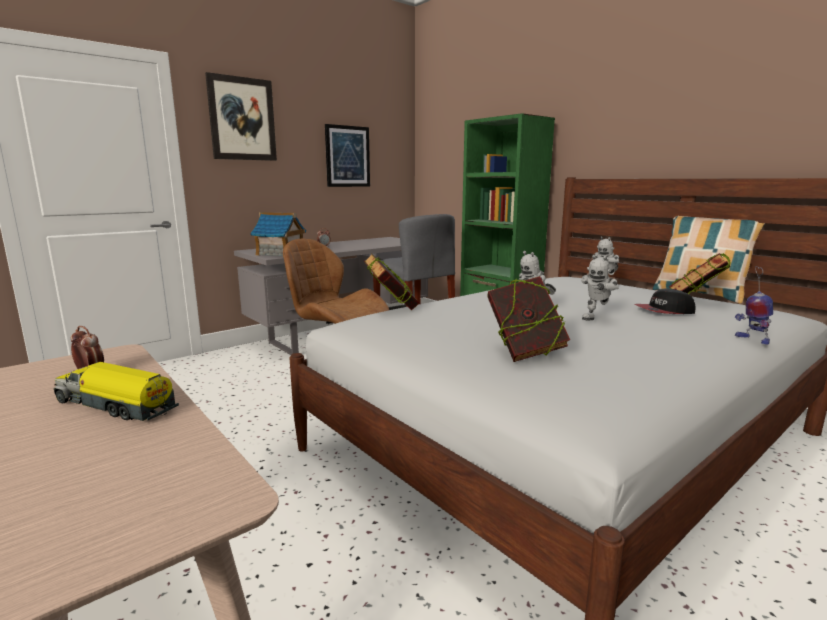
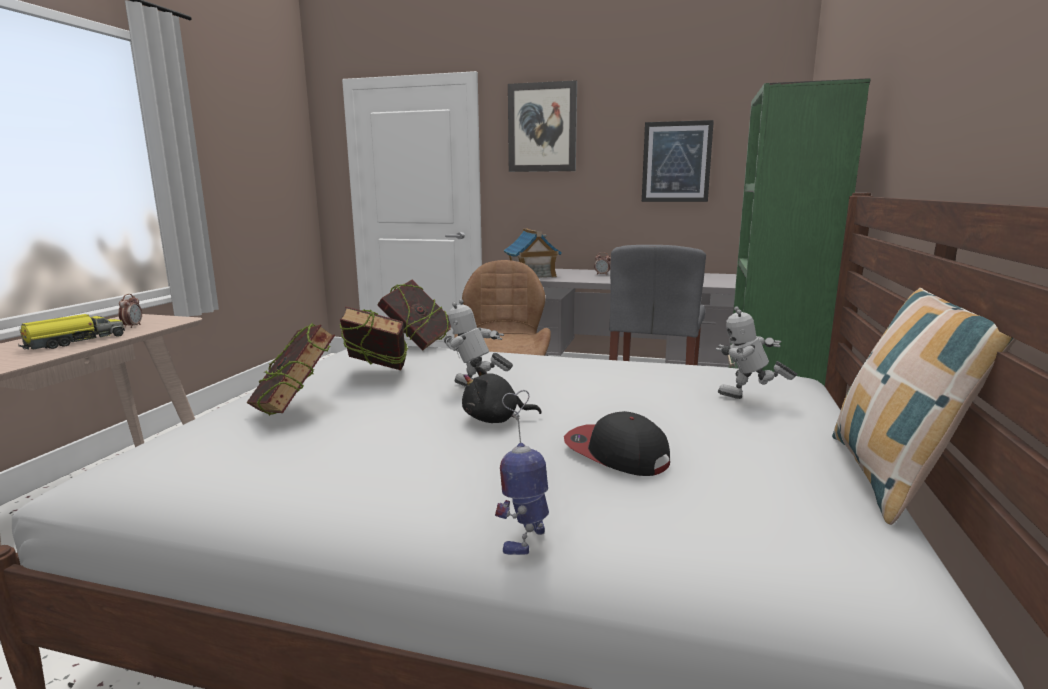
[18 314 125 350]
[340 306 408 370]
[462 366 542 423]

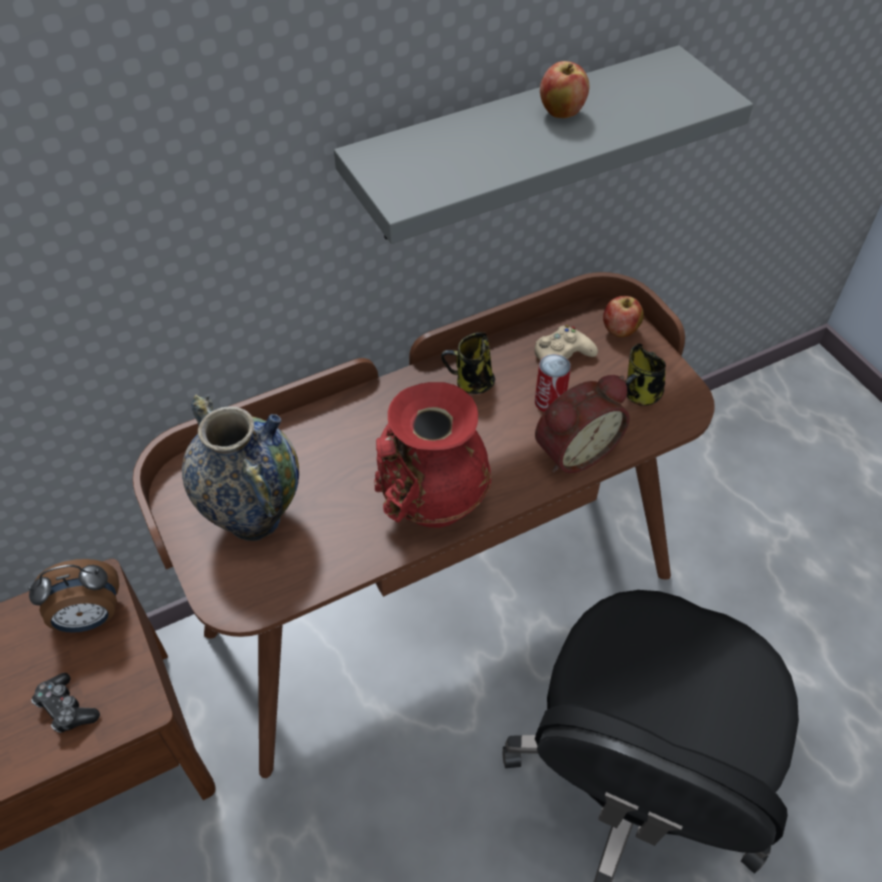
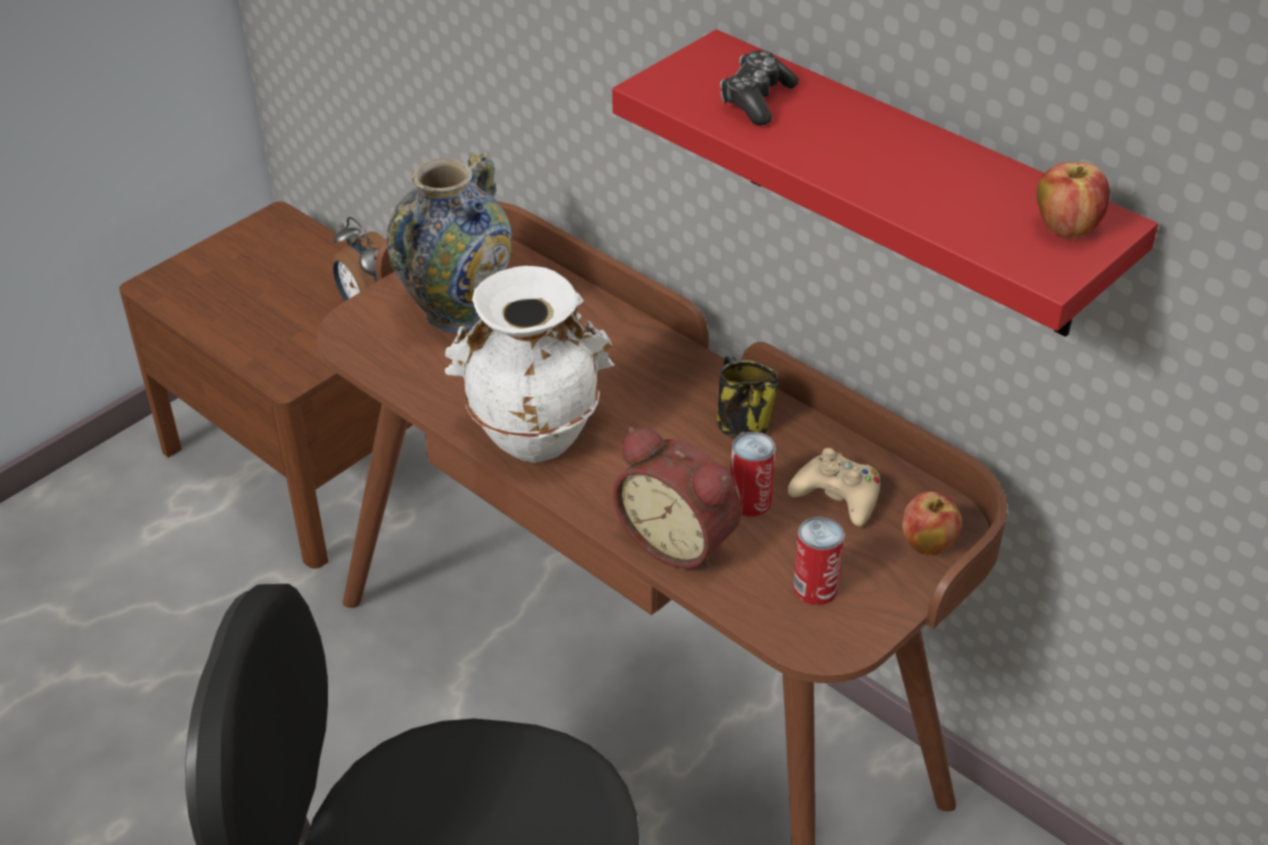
[445 266 615 463]
[612 29 1158 337]
[720 50 799 126]
[793 517 845 605]
[1036 162 1110 238]

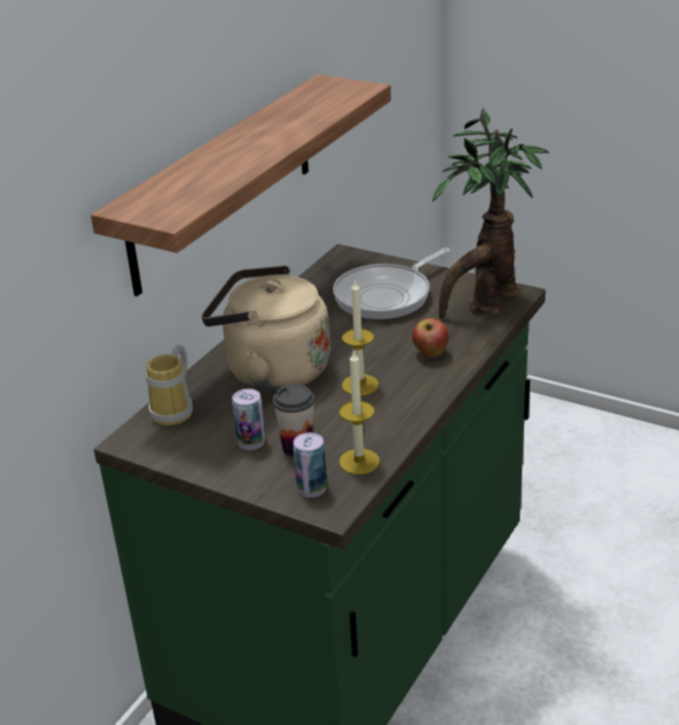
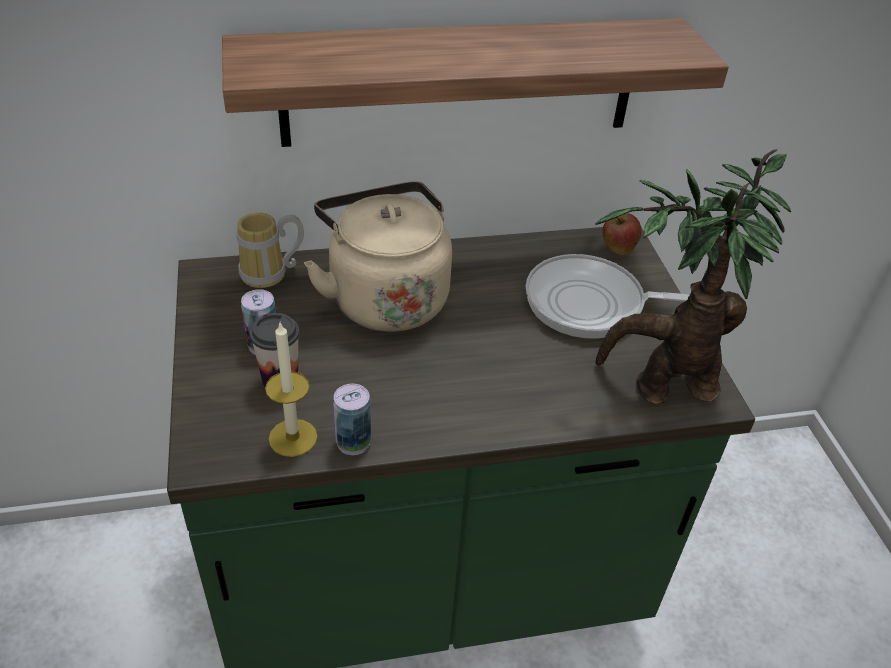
[333 384 371 455]
[602 213 642 255]
[342 281 379 396] (first image)

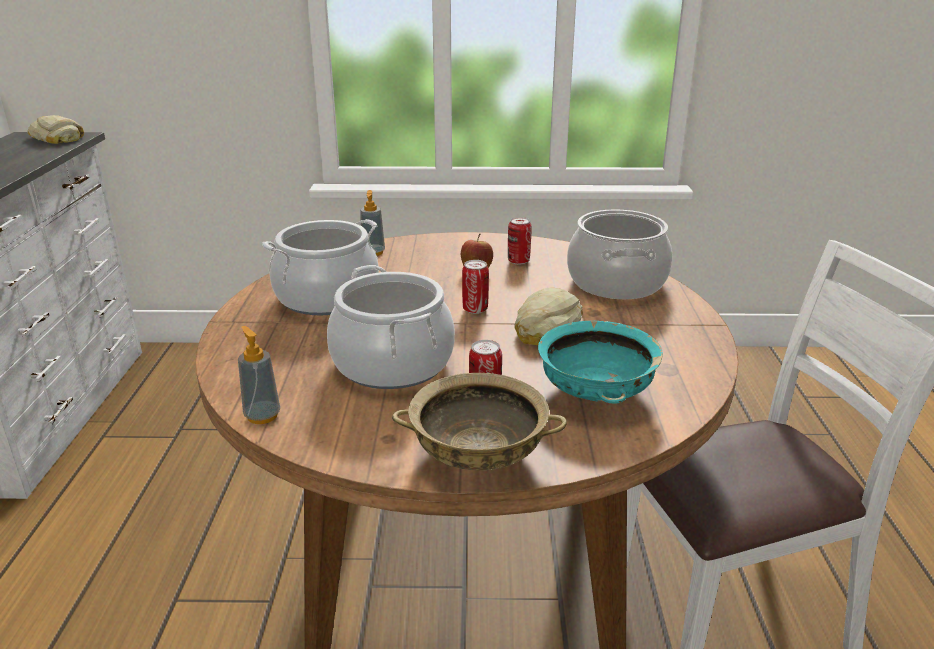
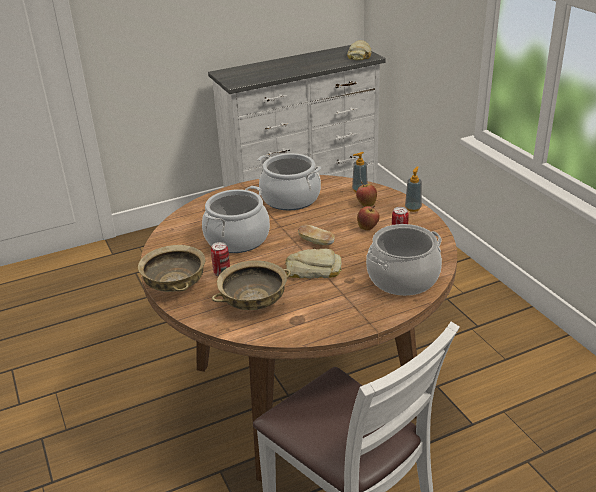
[212 260 291 310]
[298 225 334 245]
[356 182 377 207]
[405 167 422 212]

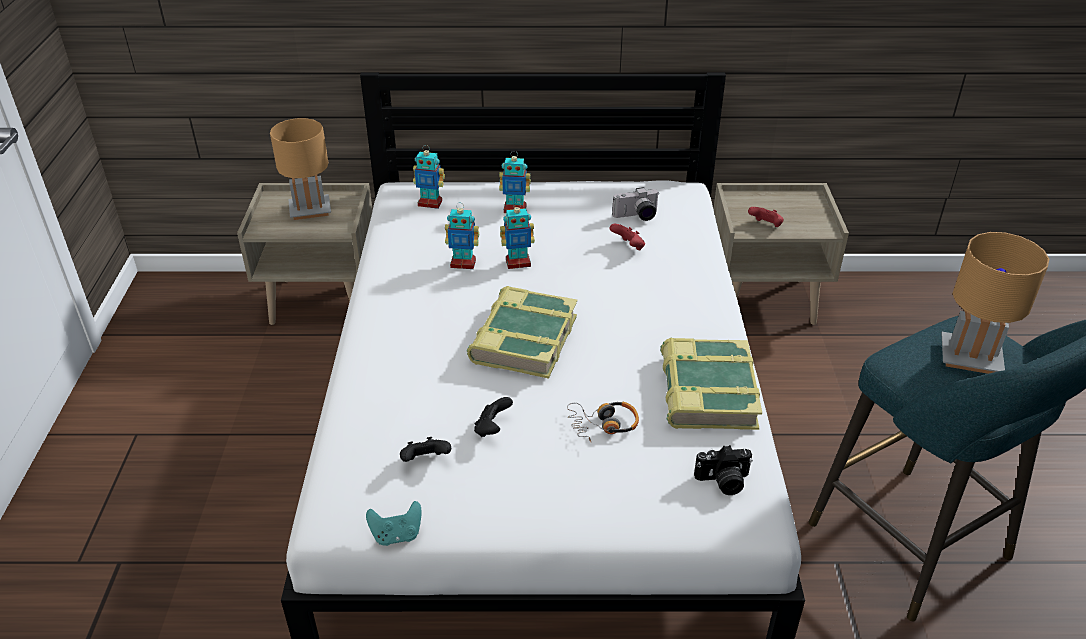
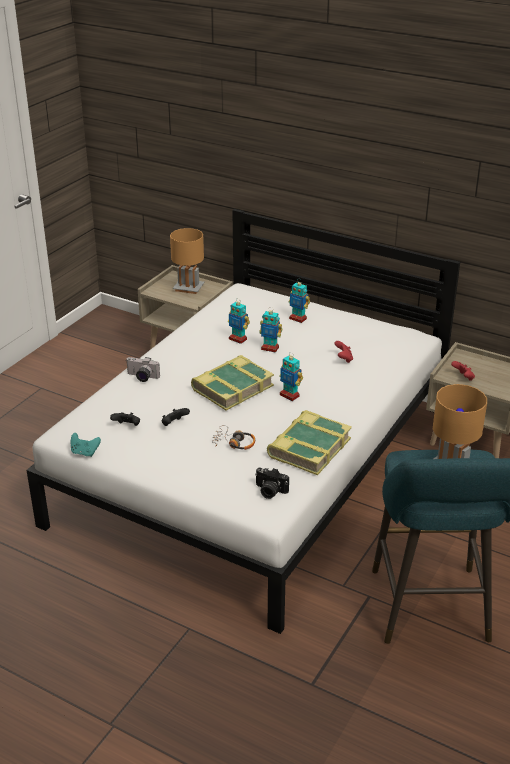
[126 357 160 382]
[279 354 303 401]

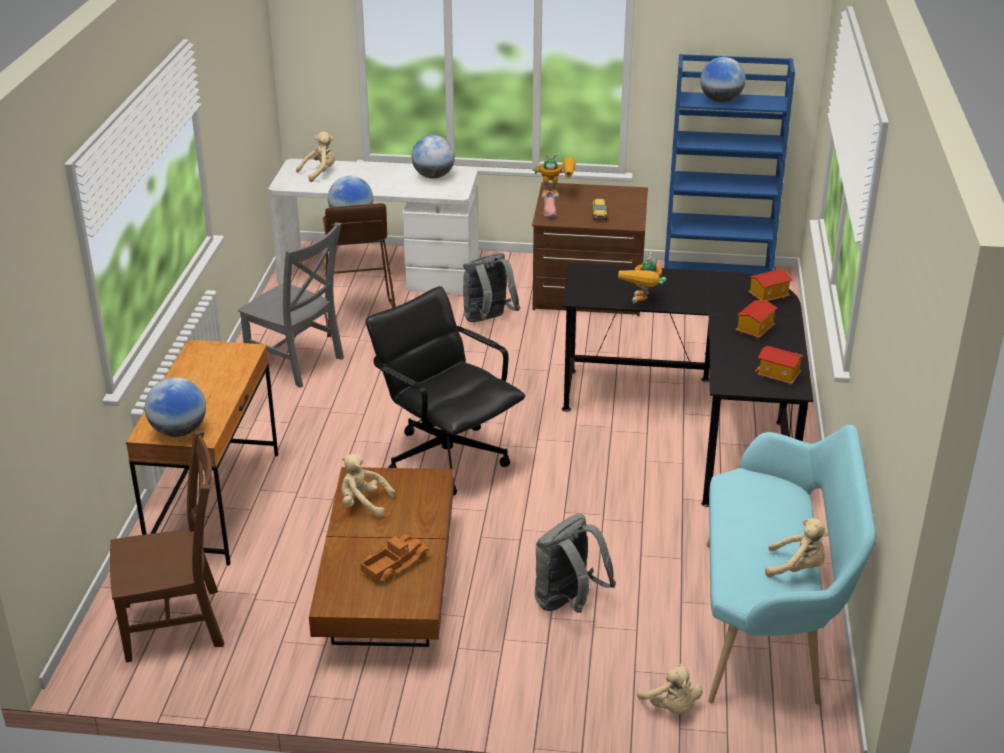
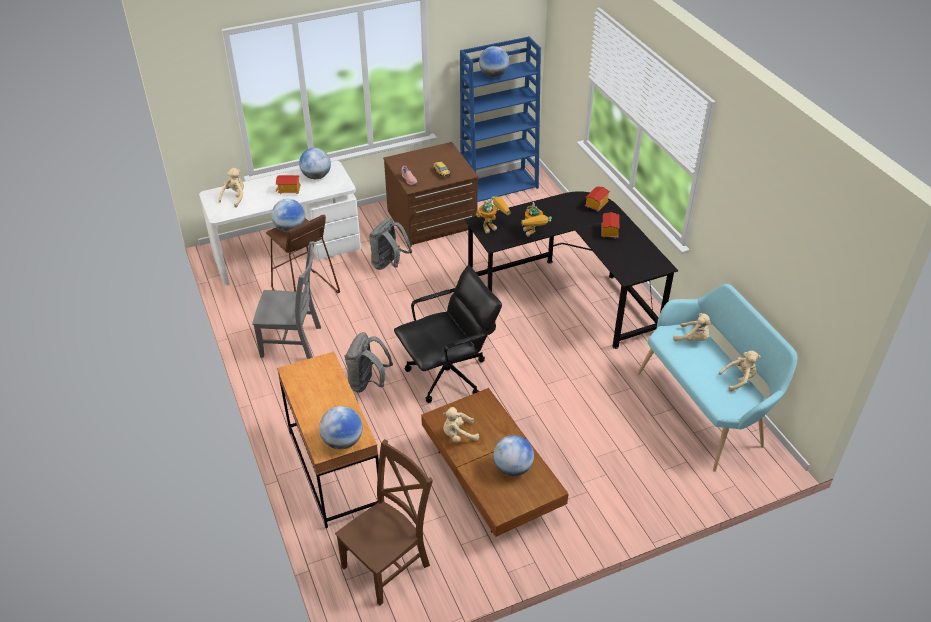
[276 175 301 194]
[344 332 393 393]
[394 265 502 403]
[476 196 511 233]
[493 435 534 476]
[673 313 711 341]

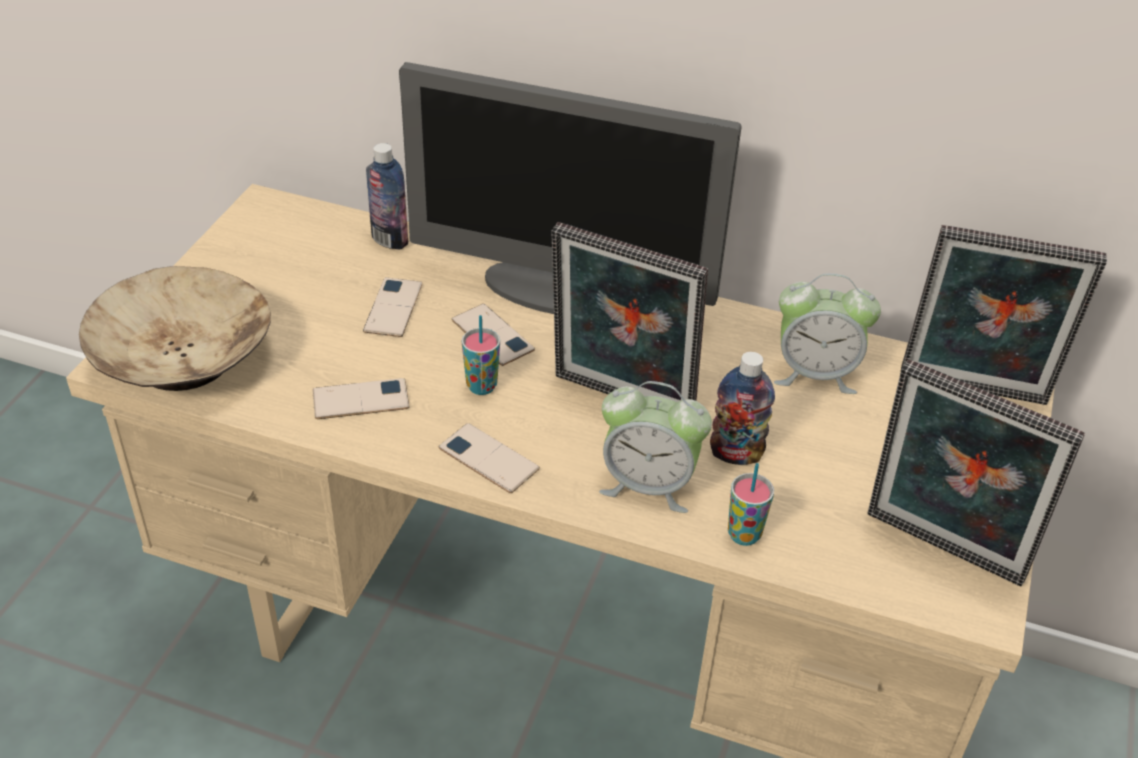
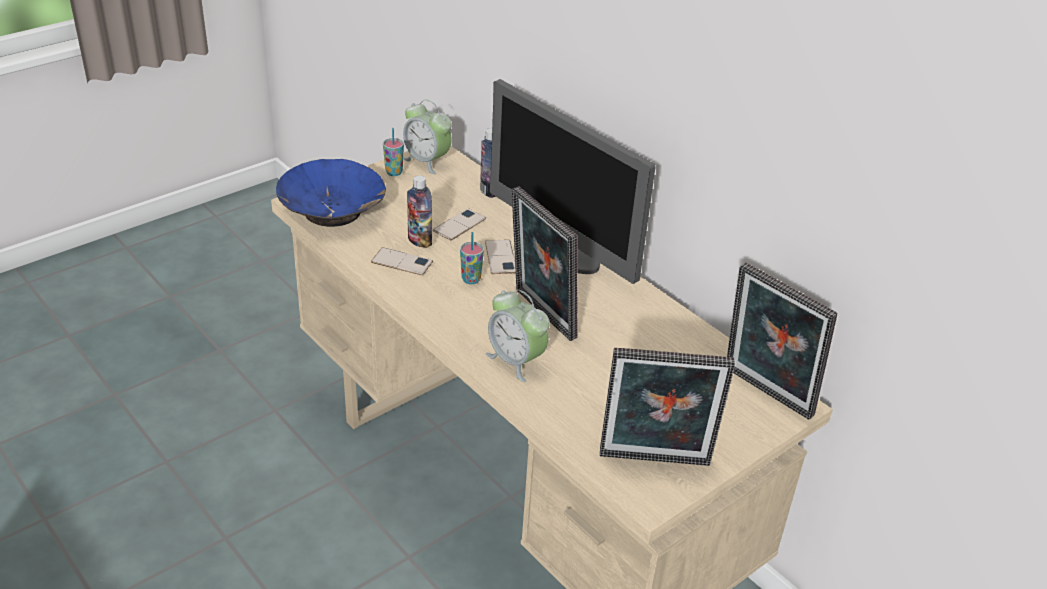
[276 159 386 227]
[383 128 404 176]
[403 100 452 175]
[407 176 432 248]
[600 348 735 466]
[439 423 540 493] (first image)

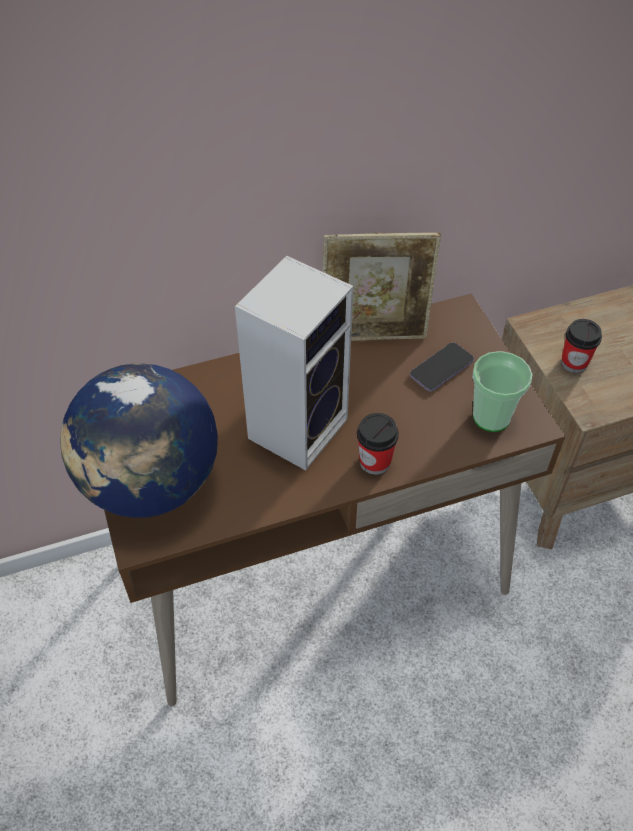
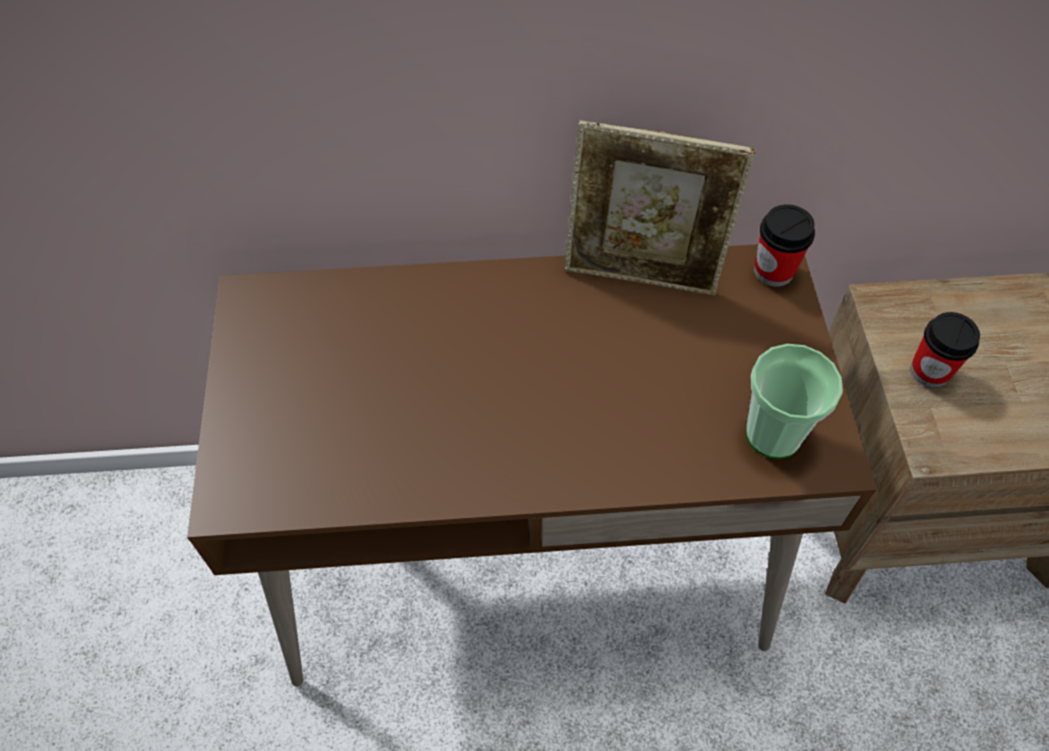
[754 204 815 287]
[60 363 218 518] (first image)
[235 256 353 470] (first image)
[410 343 474 392] (first image)

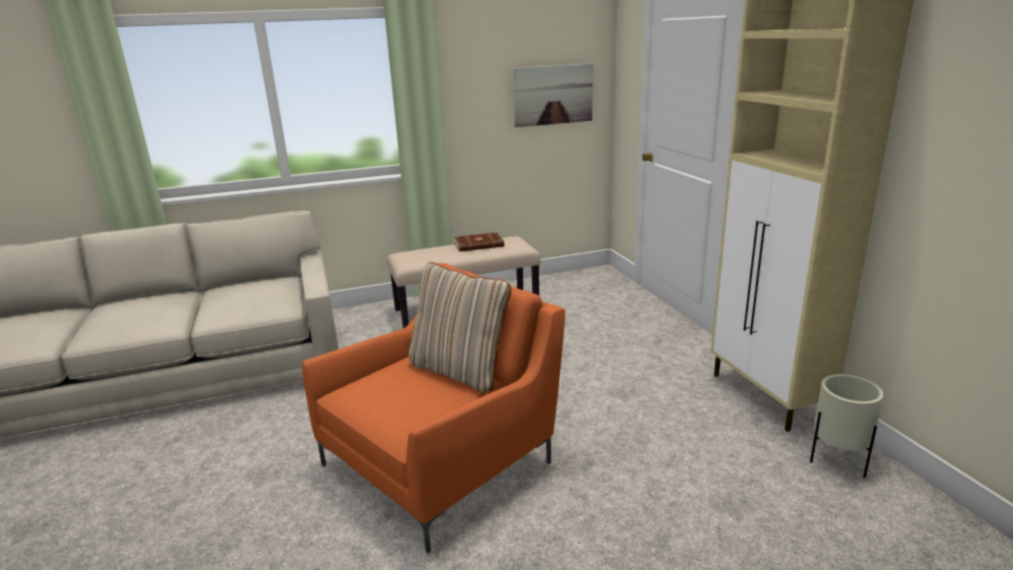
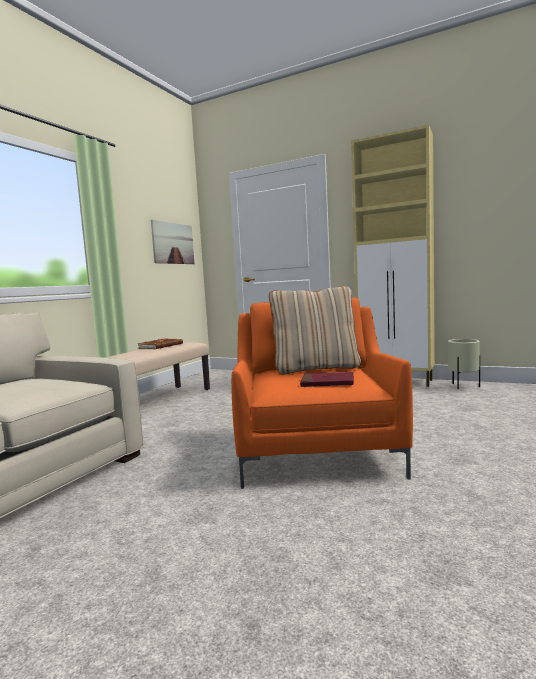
[300 372 354 387]

